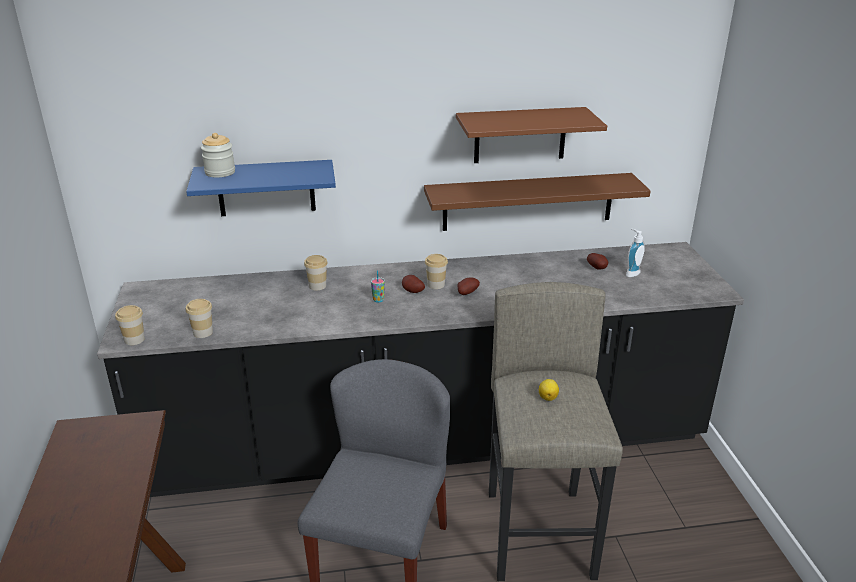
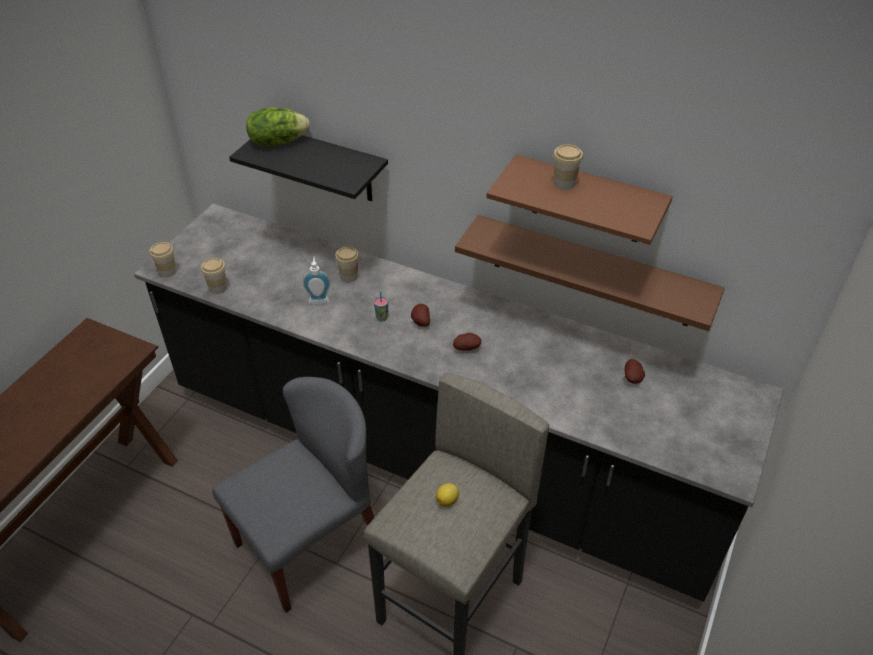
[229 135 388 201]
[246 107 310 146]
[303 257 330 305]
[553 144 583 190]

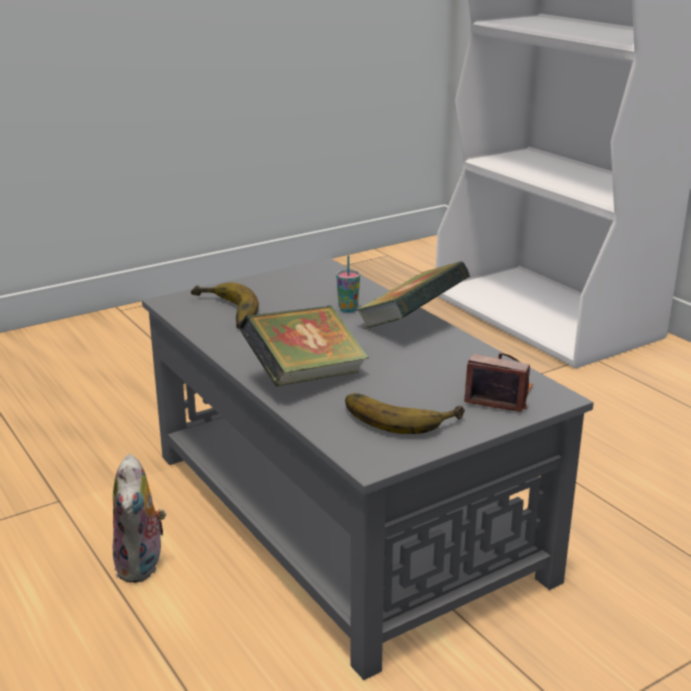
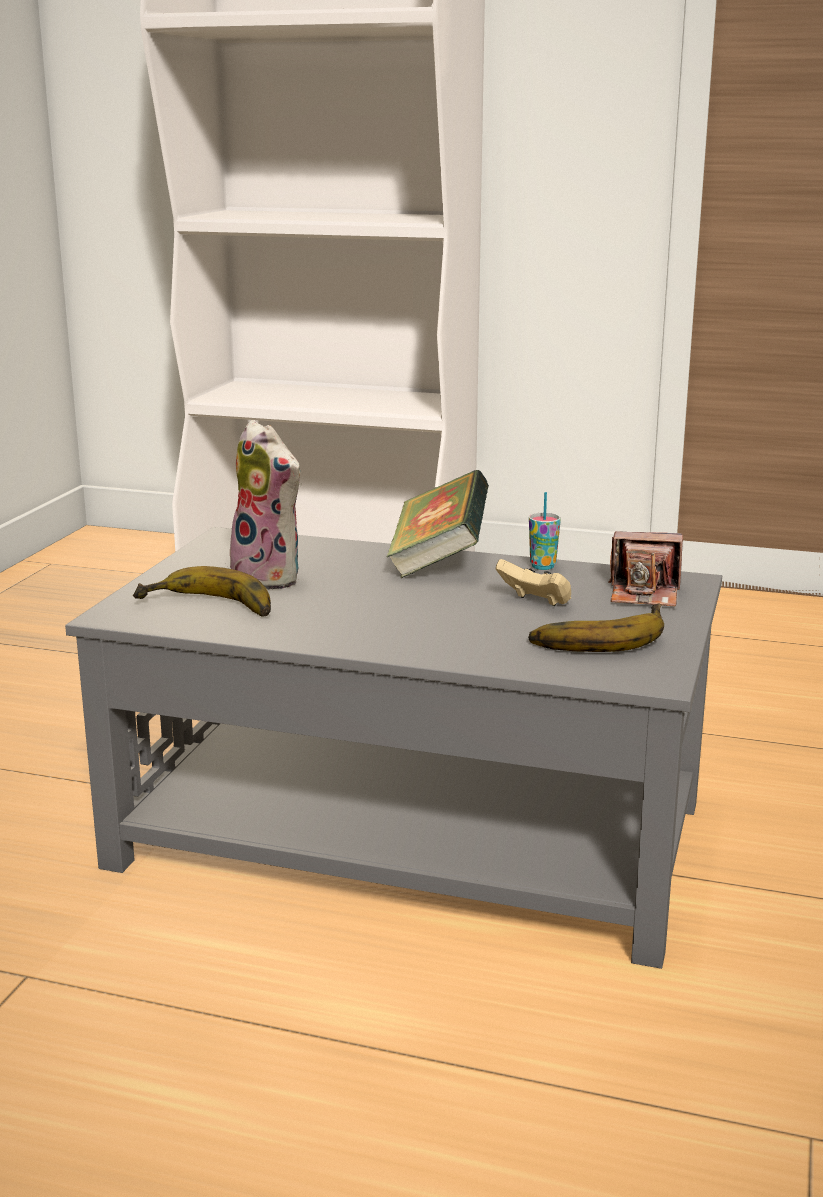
[230 420 302 589]
[496 559 572 606]
[529 492 561 570]
[609 531 683 606]
[239 305 369 386] (first image)

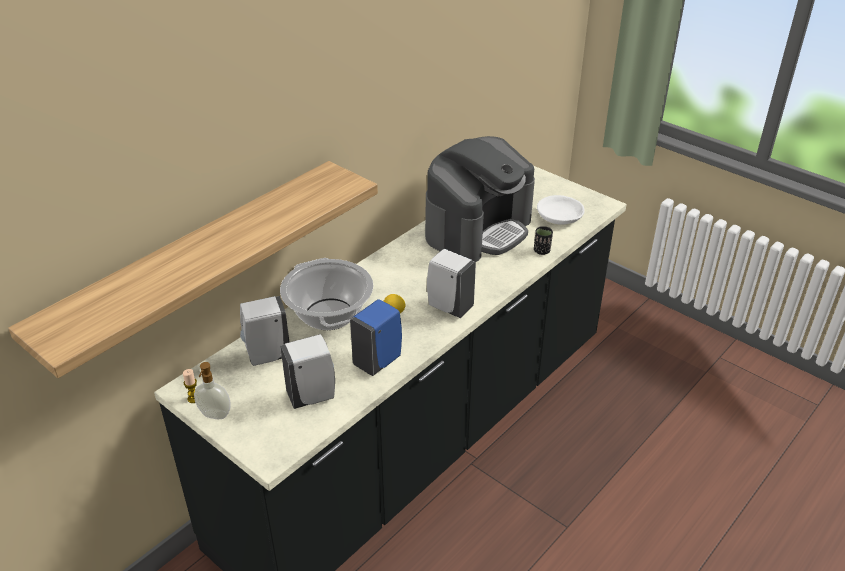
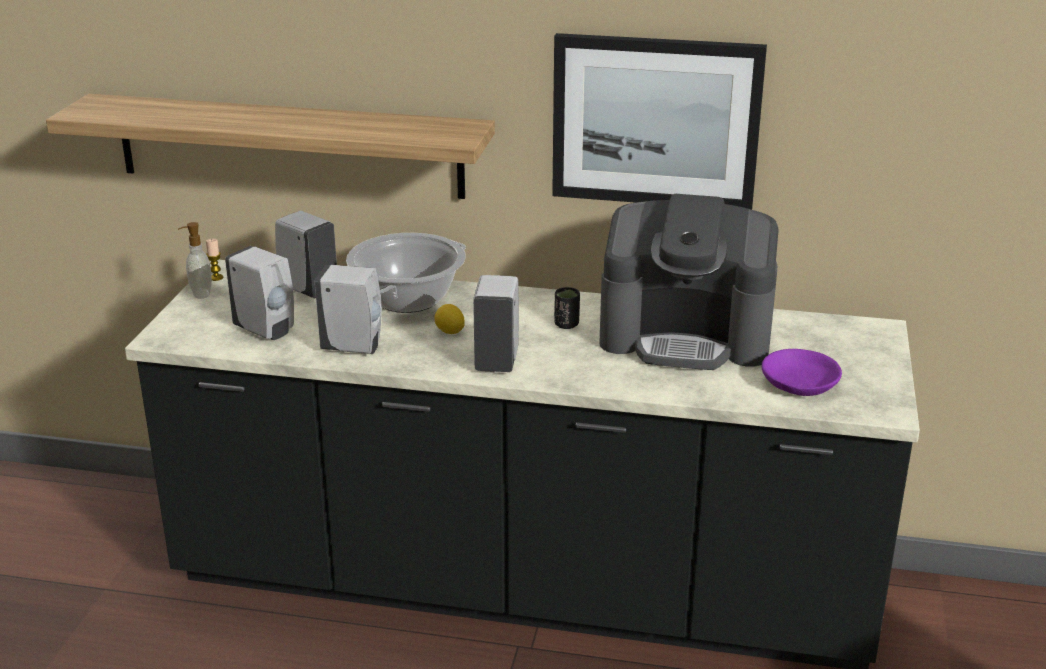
[315 265 382 354]
[552 33 767 210]
[554 287 580 329]
[762 349 842 396]

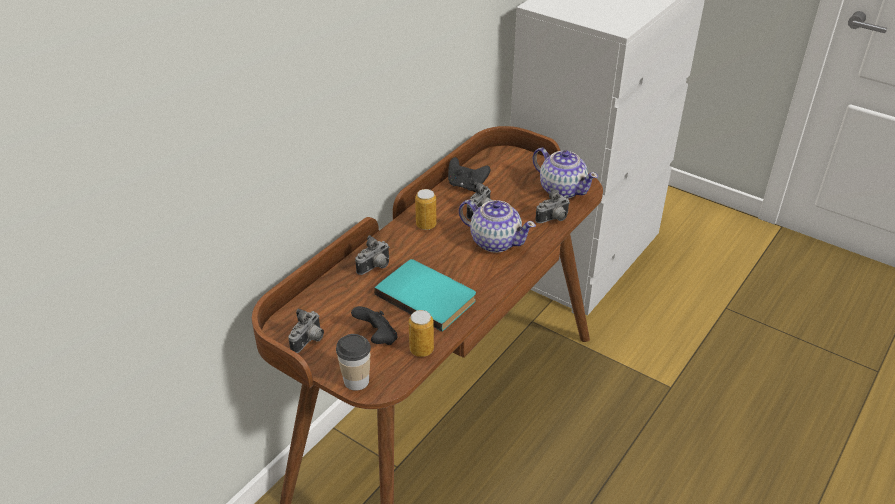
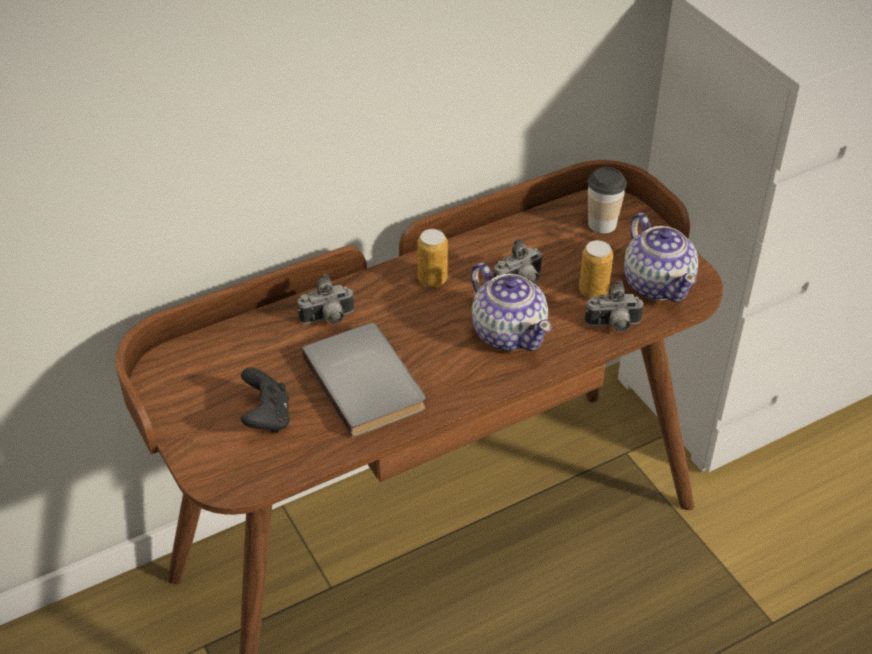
[302 323 426 438]
[579 240 613 298]
[588 167 627 234]
[288 309 324 353] (first image)
[448 157 491 192] (first image)

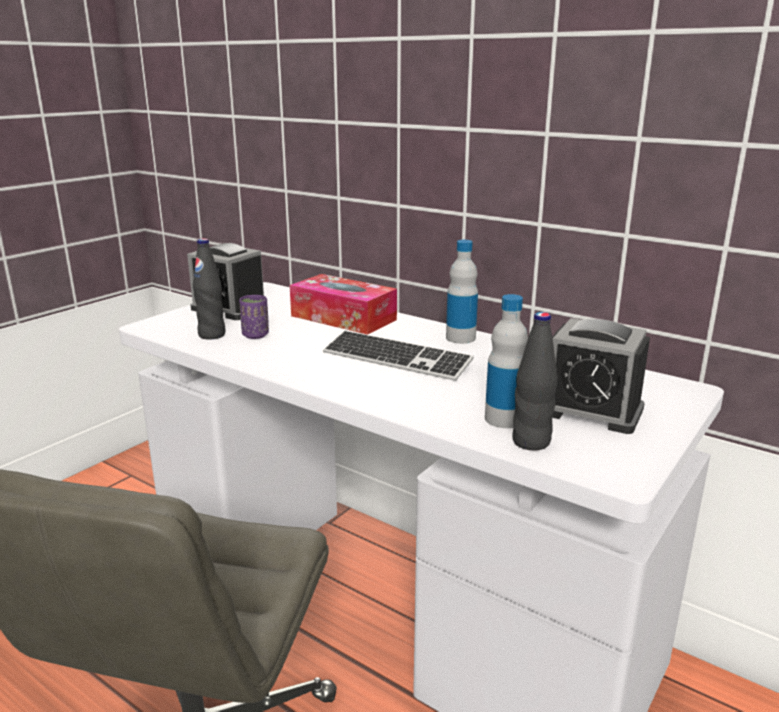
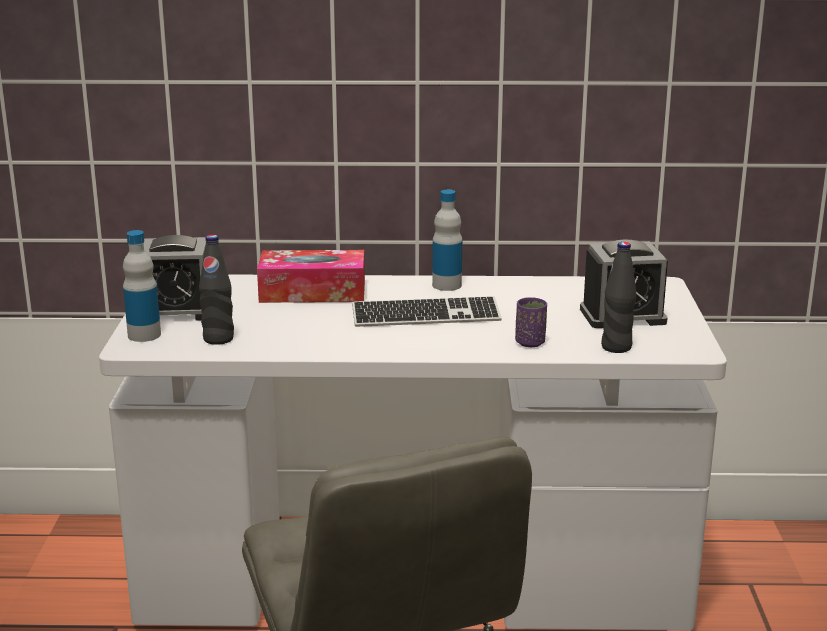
[123 230 161 342]
[515 297 547 347]

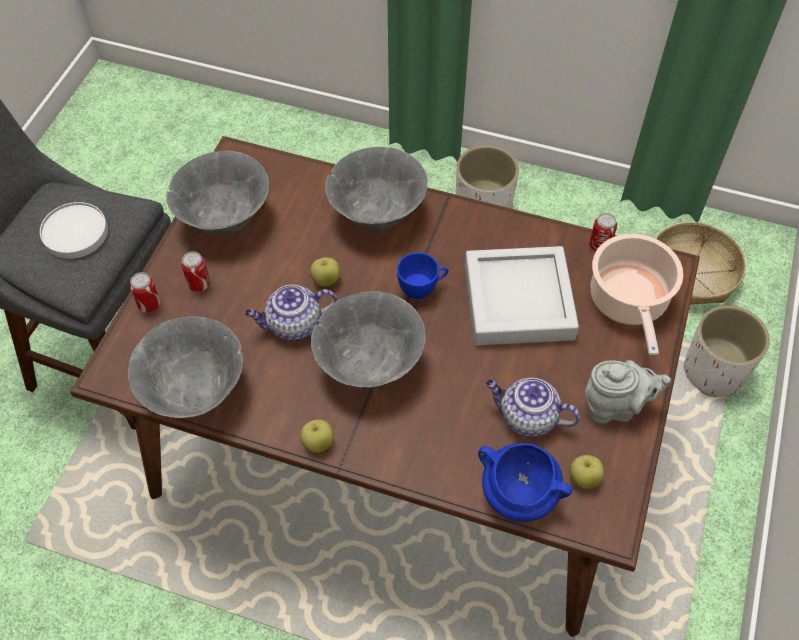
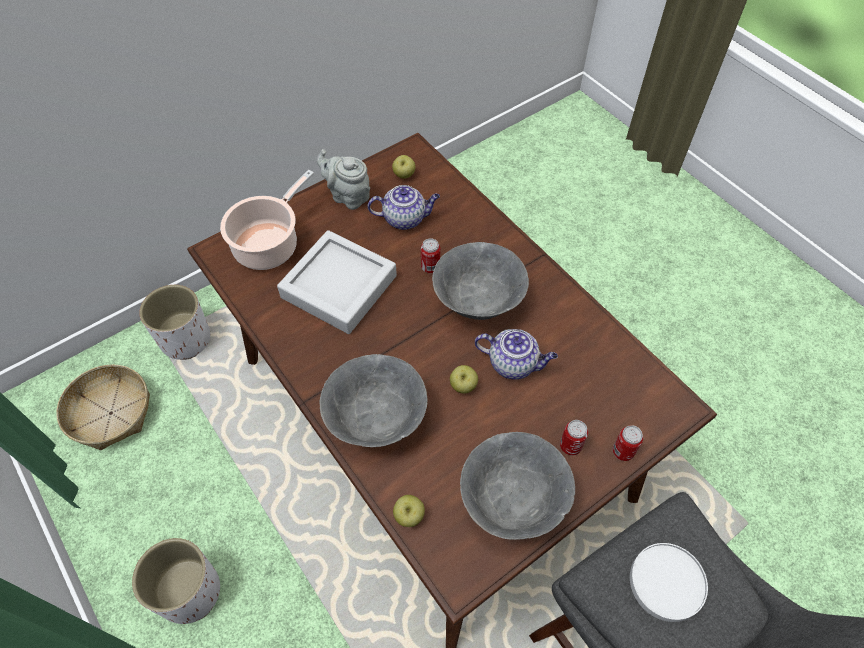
[368 185 440 230]
[393 495 425 527]
[421 239 440 273]
[128 317 243 418] (first image)
[397 252 448 299] (first image)
[478 443 573 522] (first image)

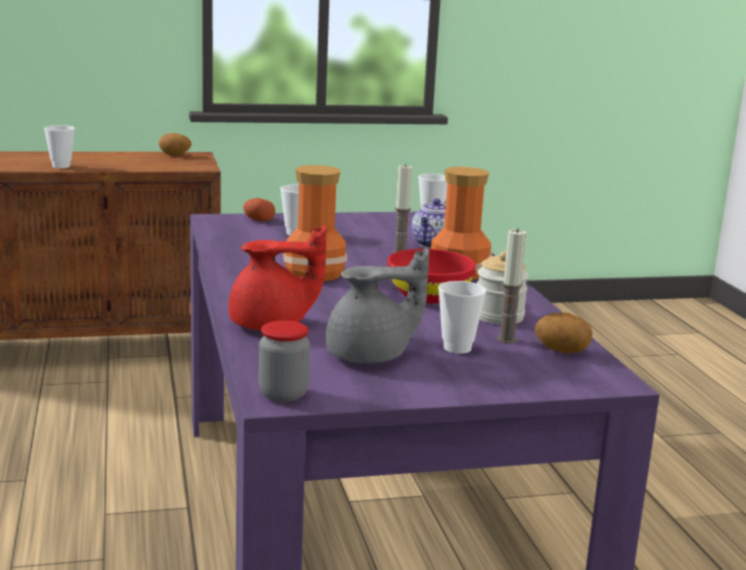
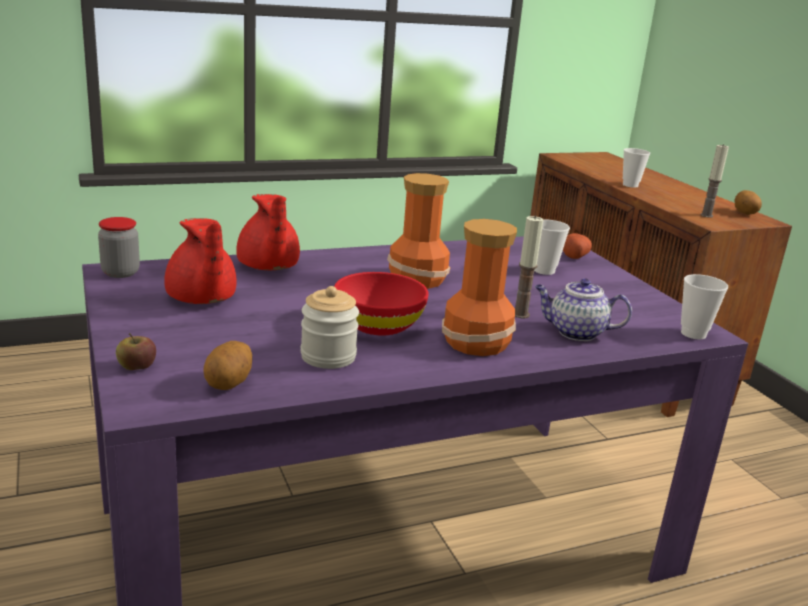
[116 333 156 370]
[164 218 237 304]
[700 144 729 218]
[438 281 486 354] (first image)

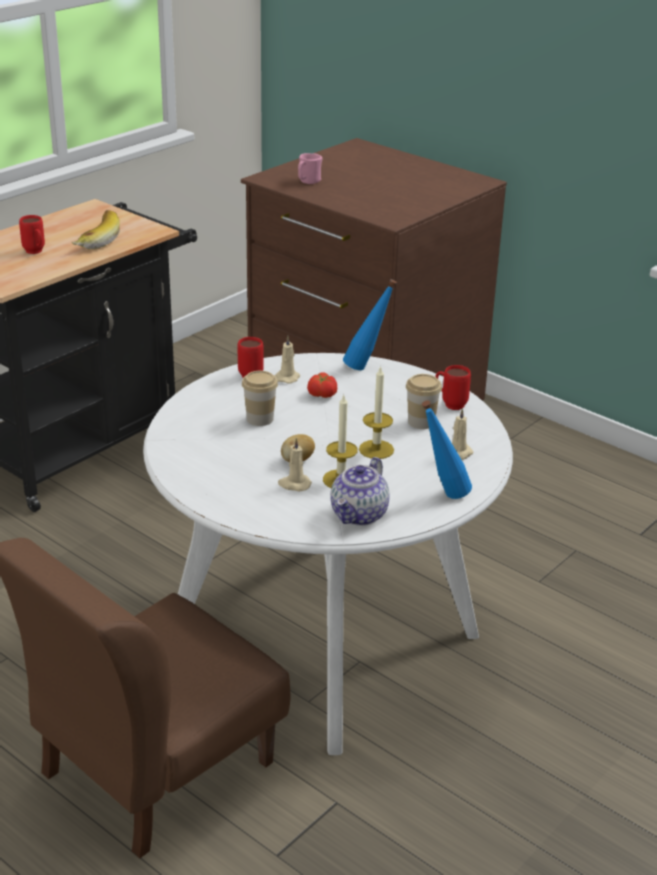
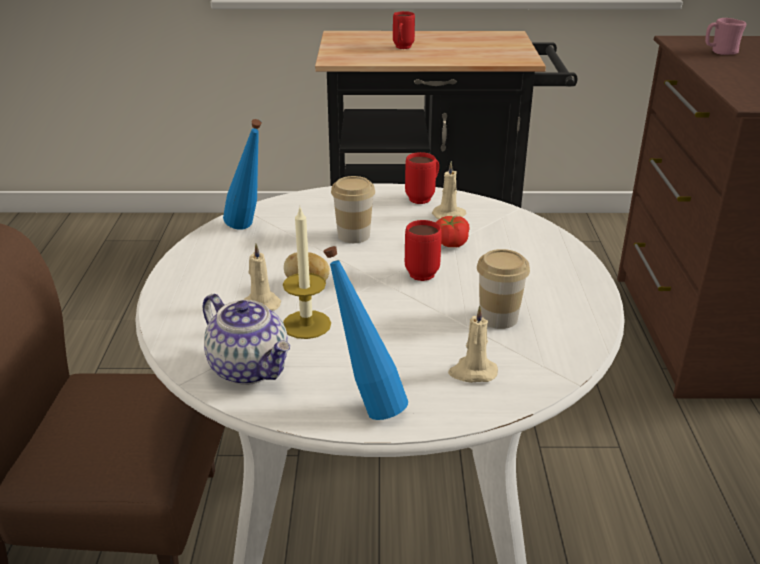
[203 294 290 385]
[223 119 262 230]
[405 220 442 281]
[71 210 120 250] (first image)
[359 366 394 459] (first image)

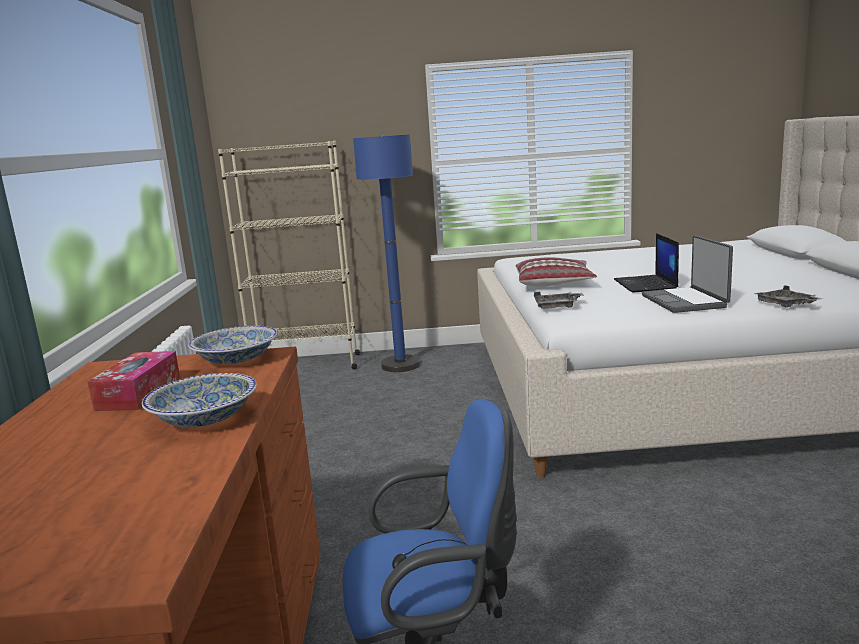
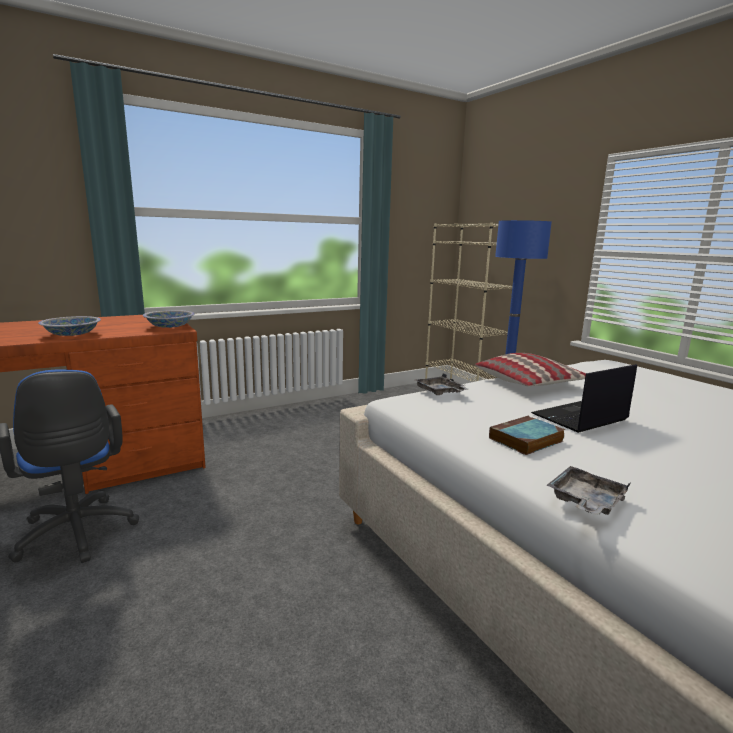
[489 416 565 455]
[87 351 180 411] (first image)

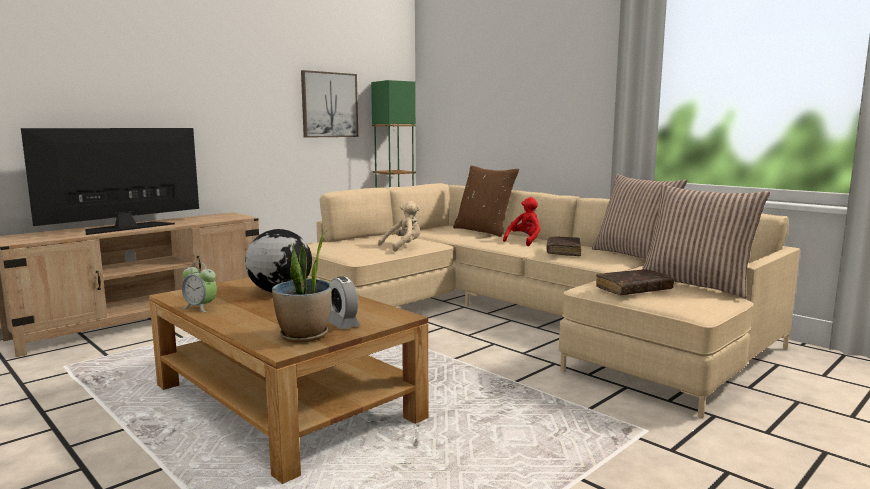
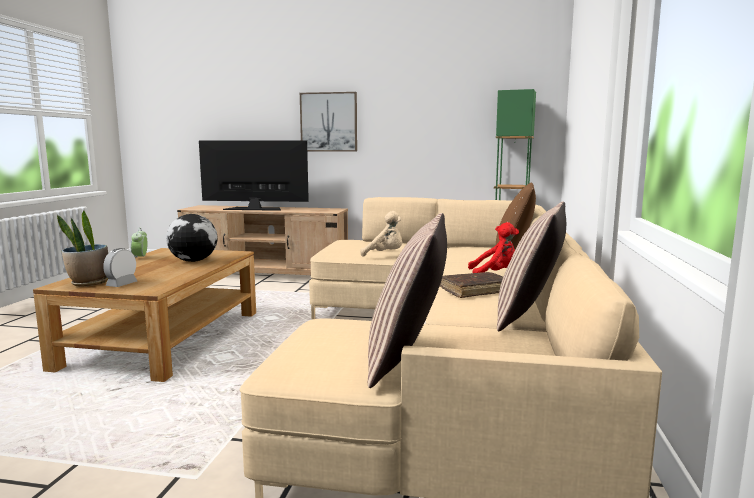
[300 92 357 151]
[596 269 674 295] (first image)

